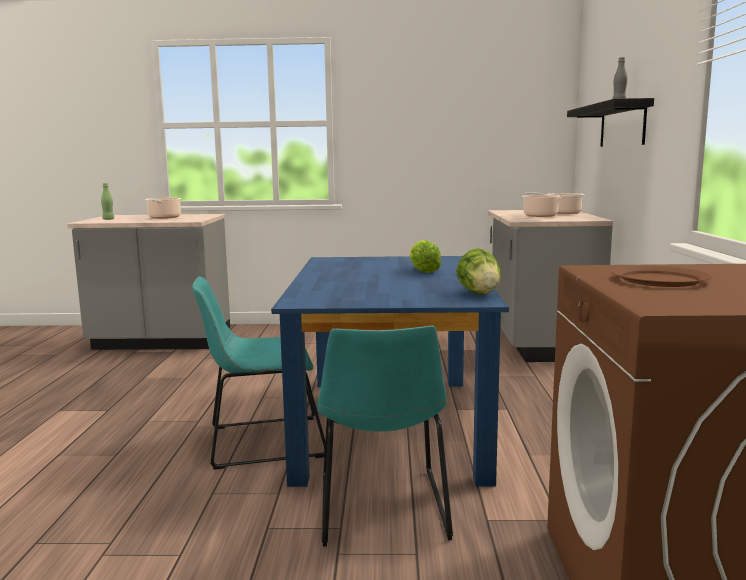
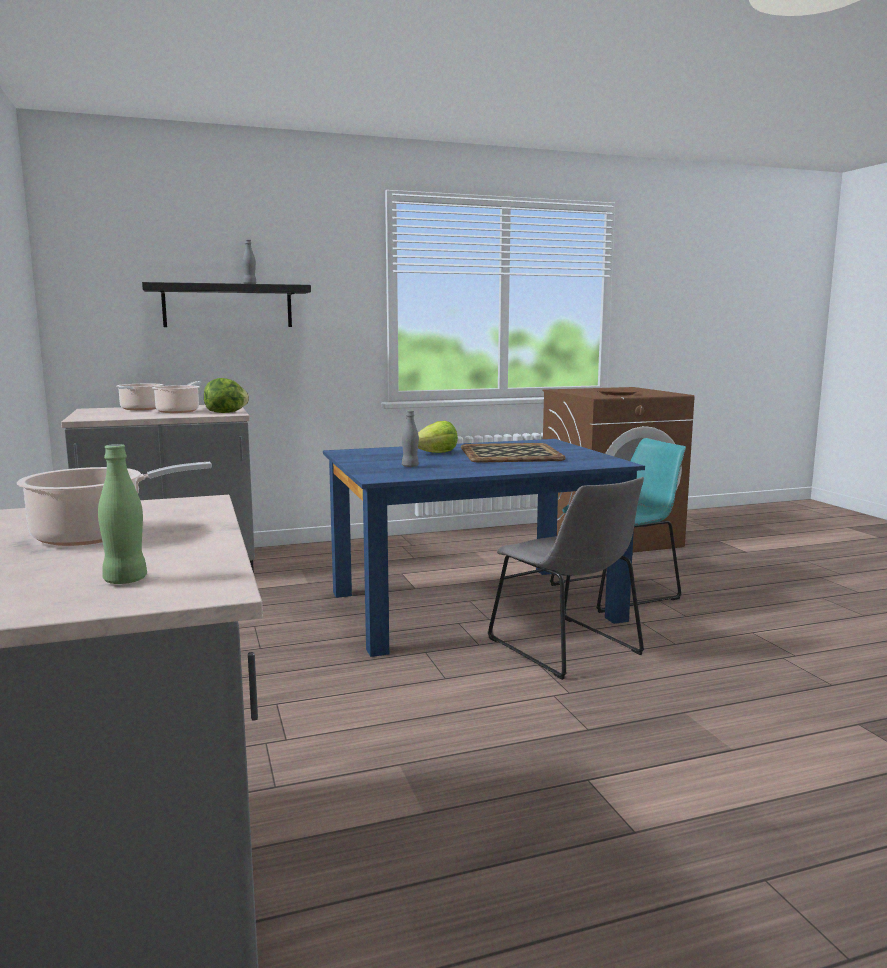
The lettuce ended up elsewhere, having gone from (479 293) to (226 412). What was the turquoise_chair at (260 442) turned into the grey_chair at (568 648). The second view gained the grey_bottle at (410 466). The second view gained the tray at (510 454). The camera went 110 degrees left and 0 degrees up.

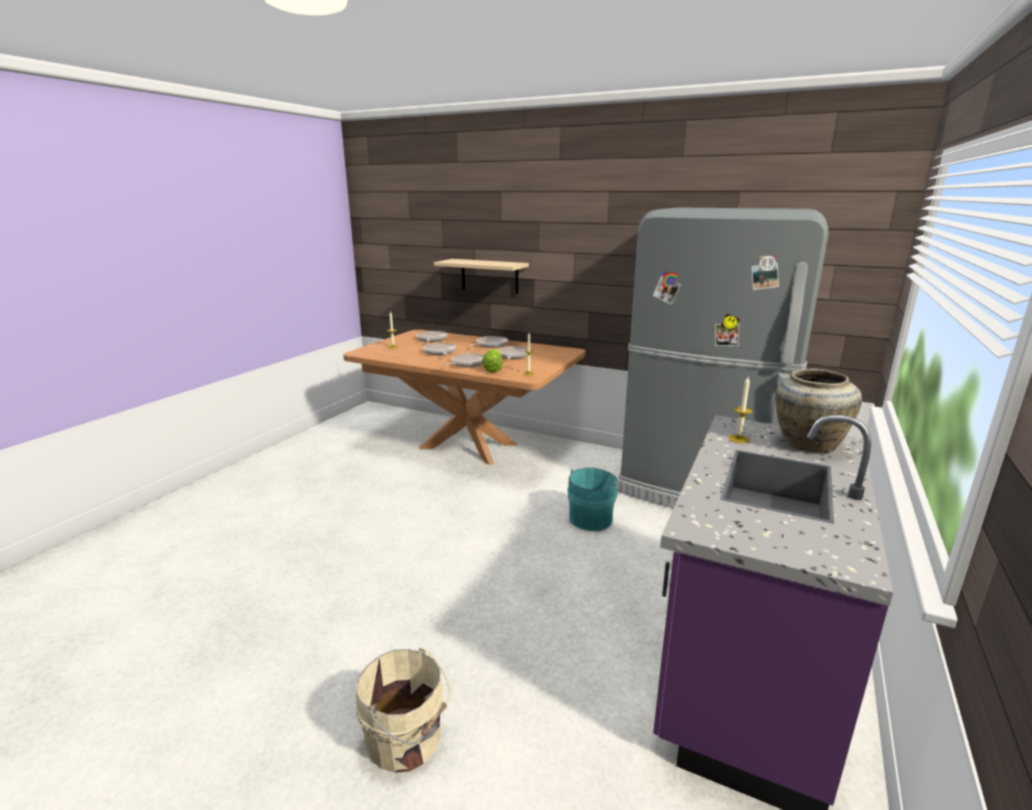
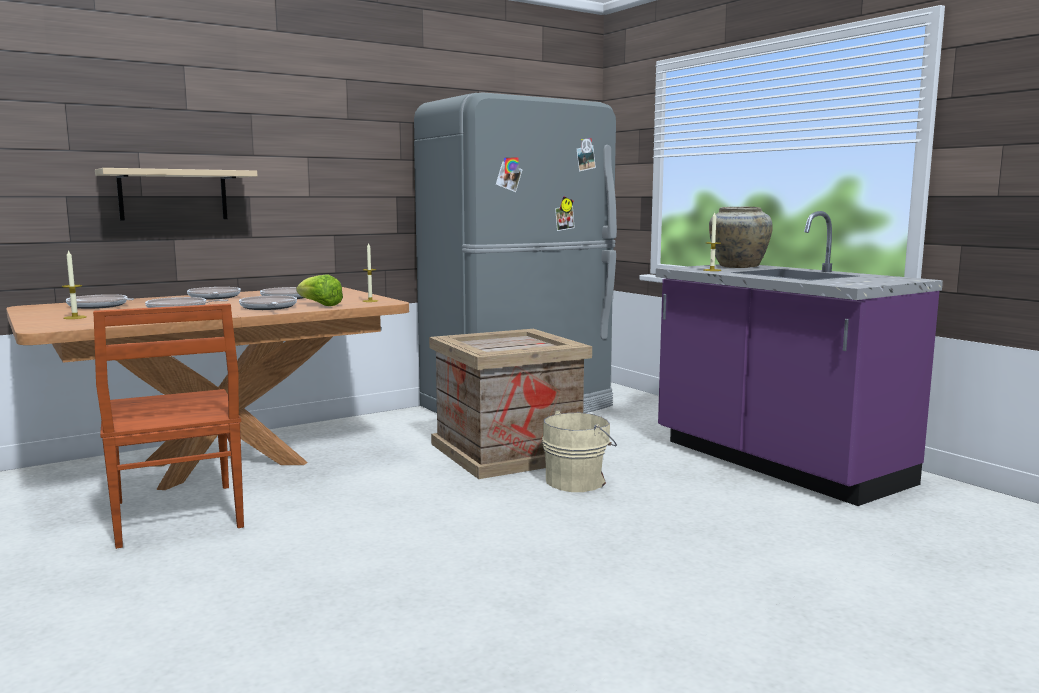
Where the turquoise_bucket stood at (592 518), the crate came to stand at (507 451). The beige_bucket ended up elsewhere, having gone from (406 740) to (578 481). The second view gained the brown_chair at (177 516). The camera went 60 degrees left and 10 degrees down.

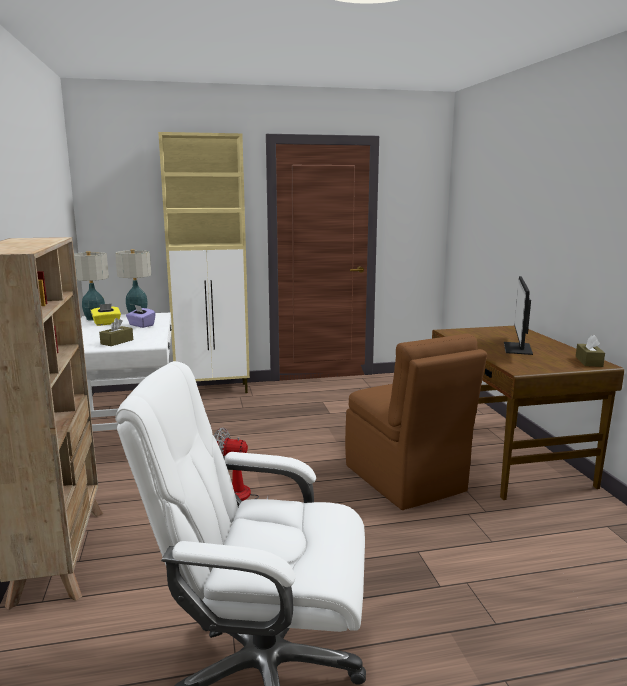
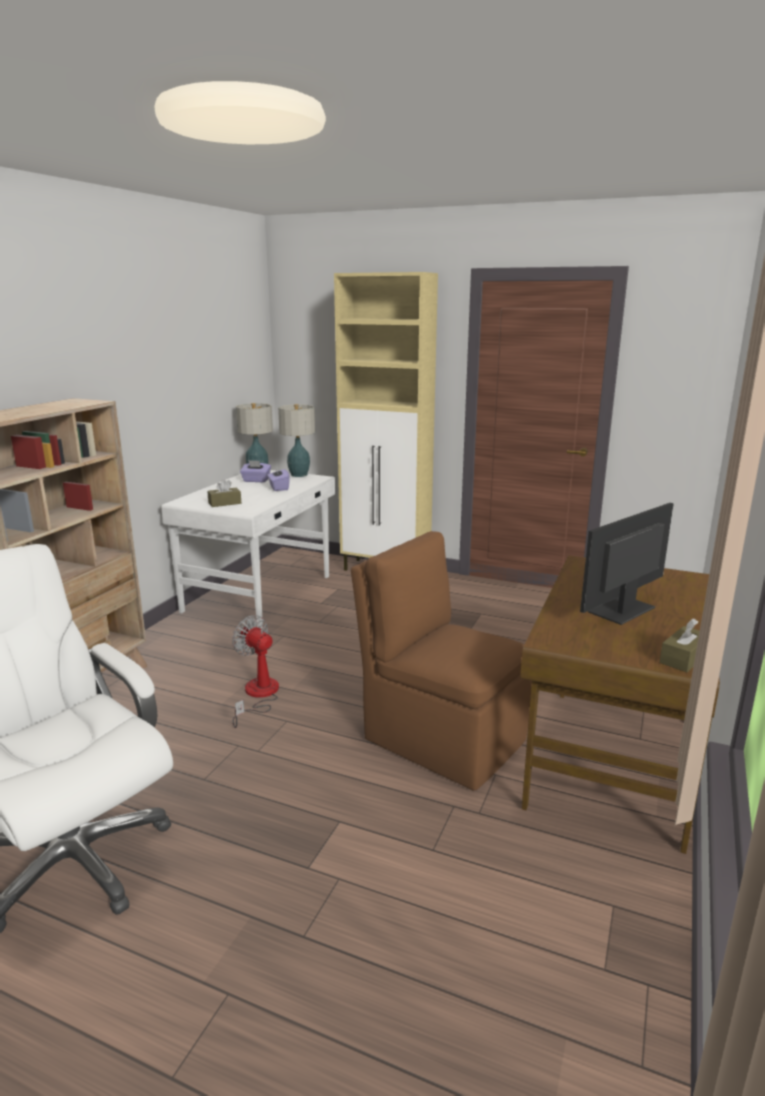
What was the yellow_tissue_box at (107 323) turned into the purple_tissue_box at (256 480). The brown_chair at (405 480) ended up facing another way, 120 degrees clockwise from before. The camera went 35 degrees right and 5 degrees up.

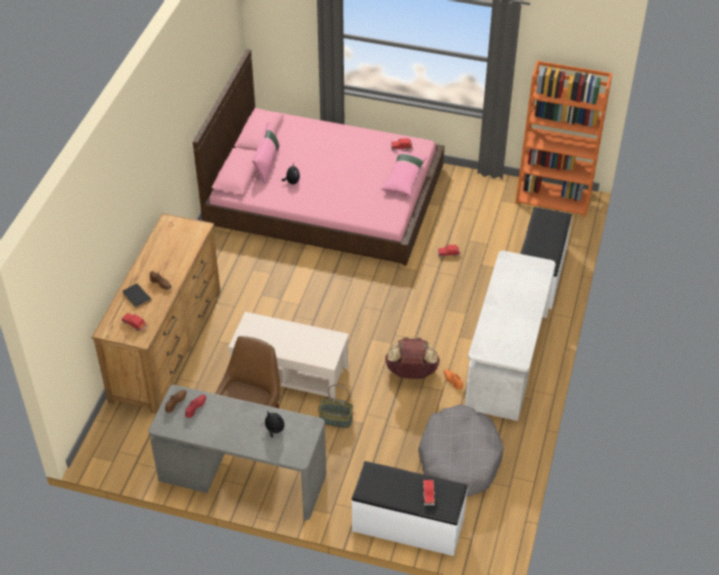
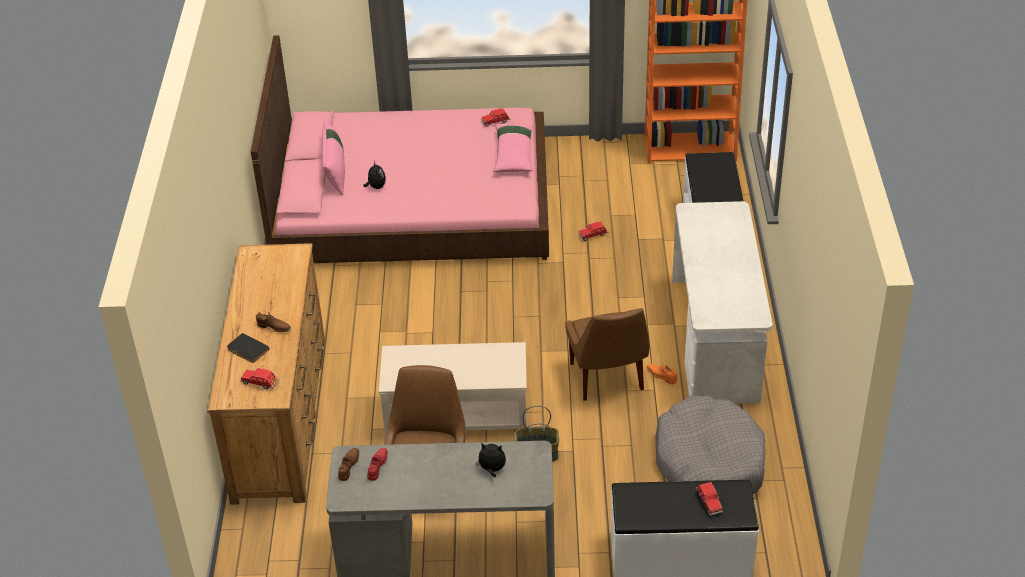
Where the brown_backpack stood at (411 373), the brown_chair came to stand at (607 379). The camera went 15 degrees left and 5 degrees down.

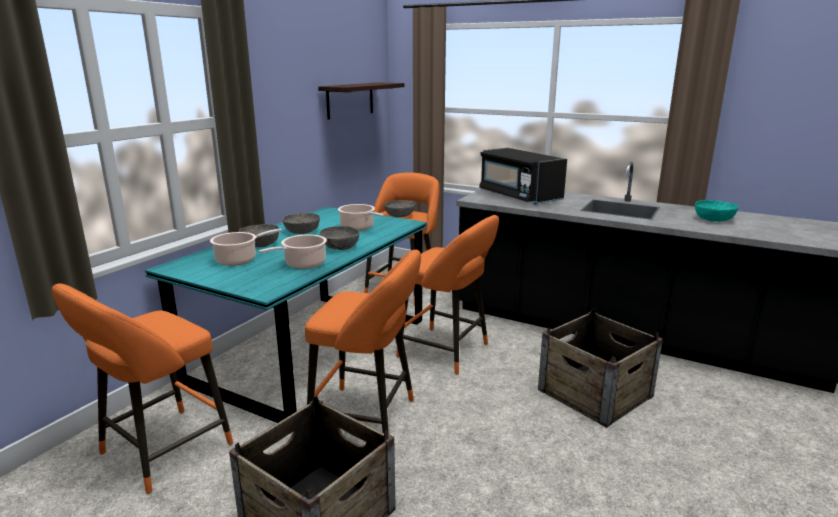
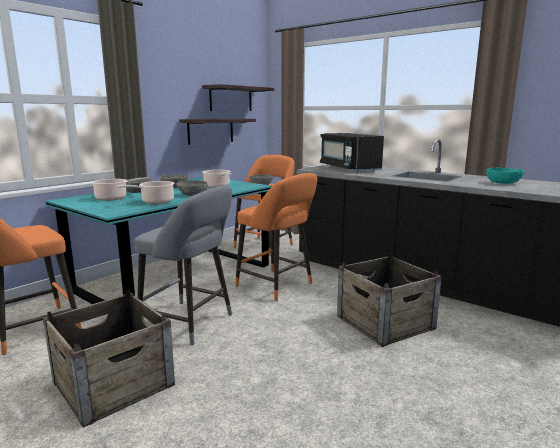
What was the orange_stool at (369 418) turned into the grey_stool at (190 323). The second view gained the shelf at (210 131). The camera went 10 degrees right and 5 degrees down.

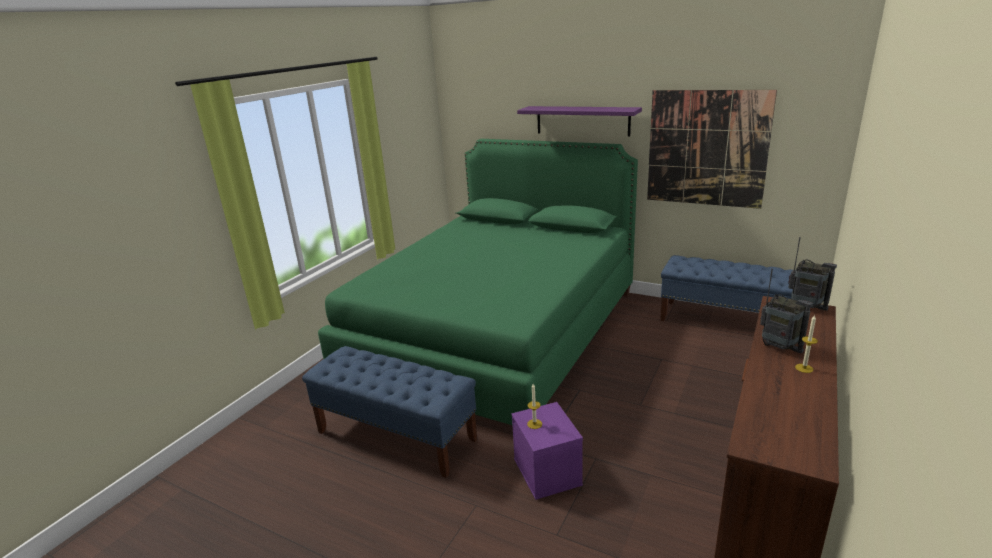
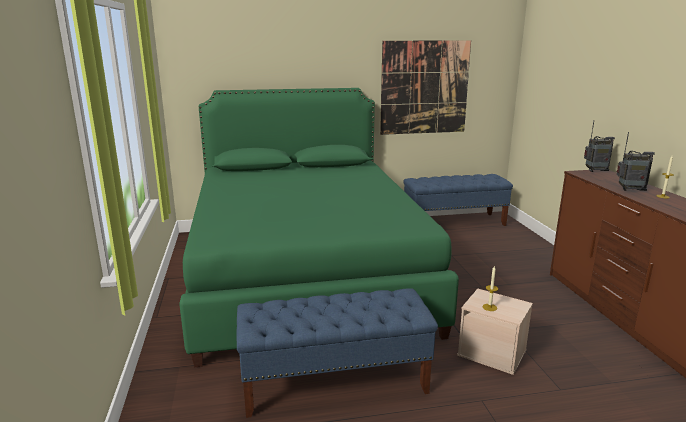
The second view lost the purple_shelf at (582 120). What was the purple_storage_box at (548 472) turned into the beige_storage_box at (493 353). The camera went 40 degrees left and 5 degrees down.

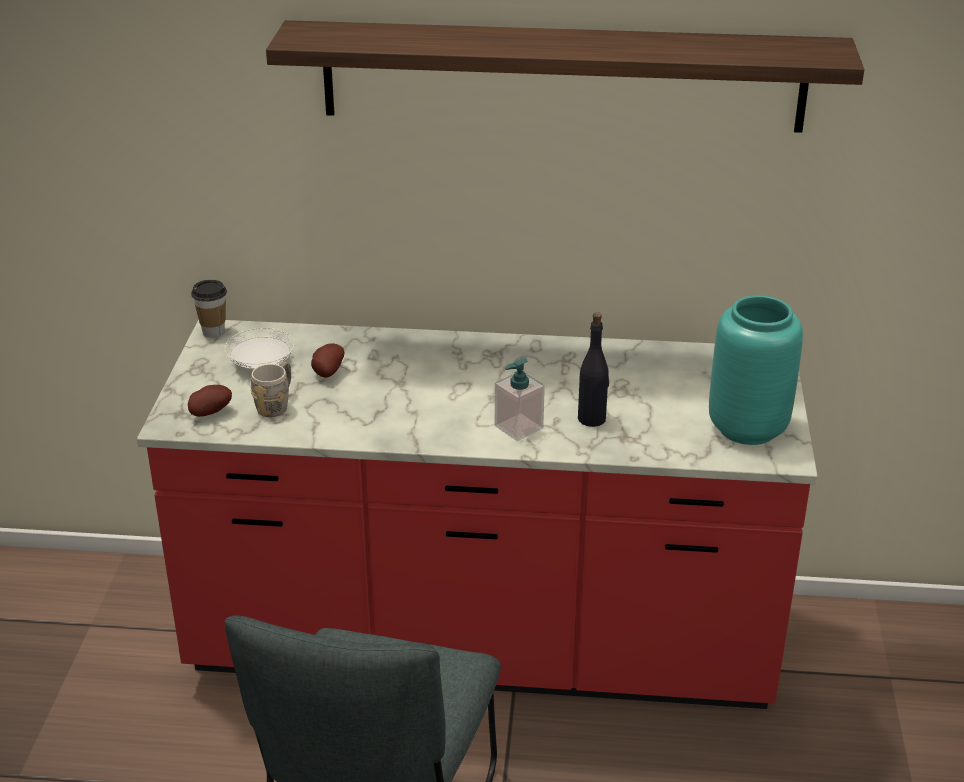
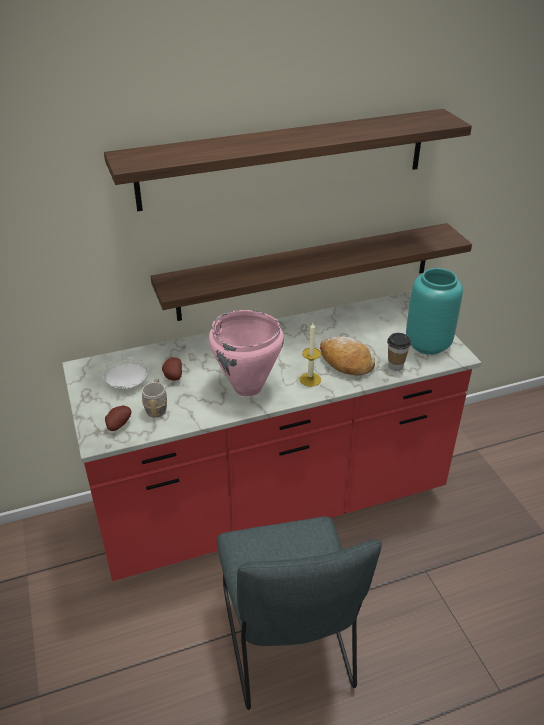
The cup ended up elsewhere, having gone from (213 332) to (395 366). Where the black_bottle stood at (592 419), the bread came to stand at (345 362). Where the soap_dispenser stood at (518 427), the candle came to stand at (310 379). The second view gained the shelf at (306 271). The second view gained the pink_cooking_pot at (248 388). The camera went 25 degrees left and 5 degrees up.

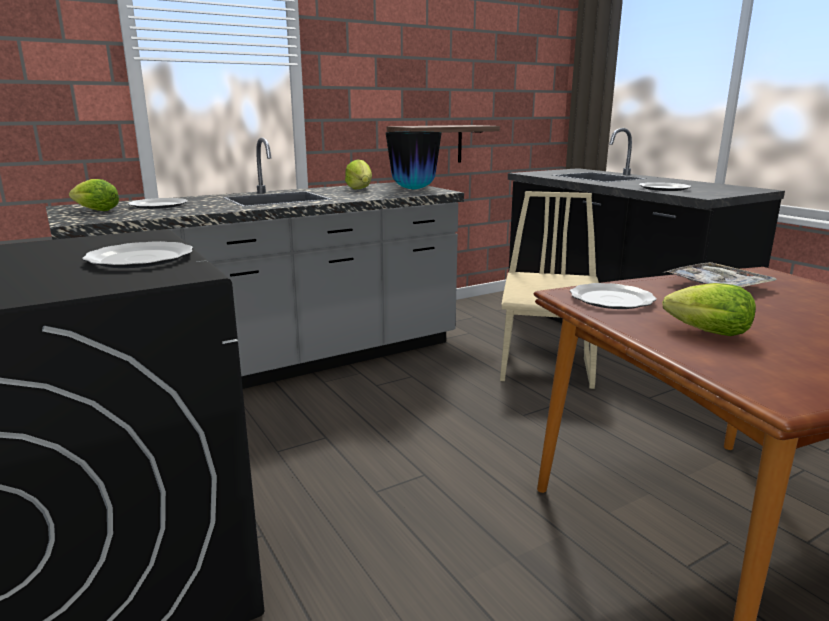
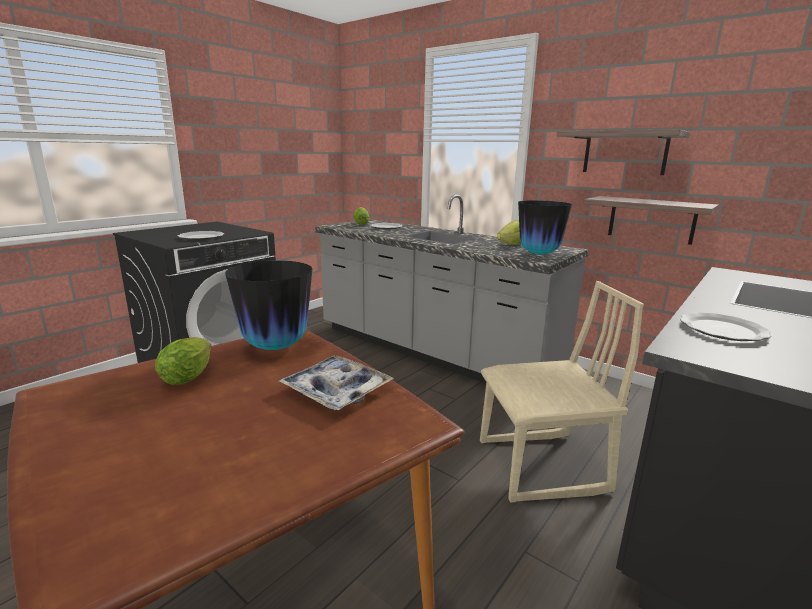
Where the plate stood at (610 300), the vase came to stand at (275 347). The second view gained the shelf at (624 153). The camera went 70 degrees right and 0 degrees up.

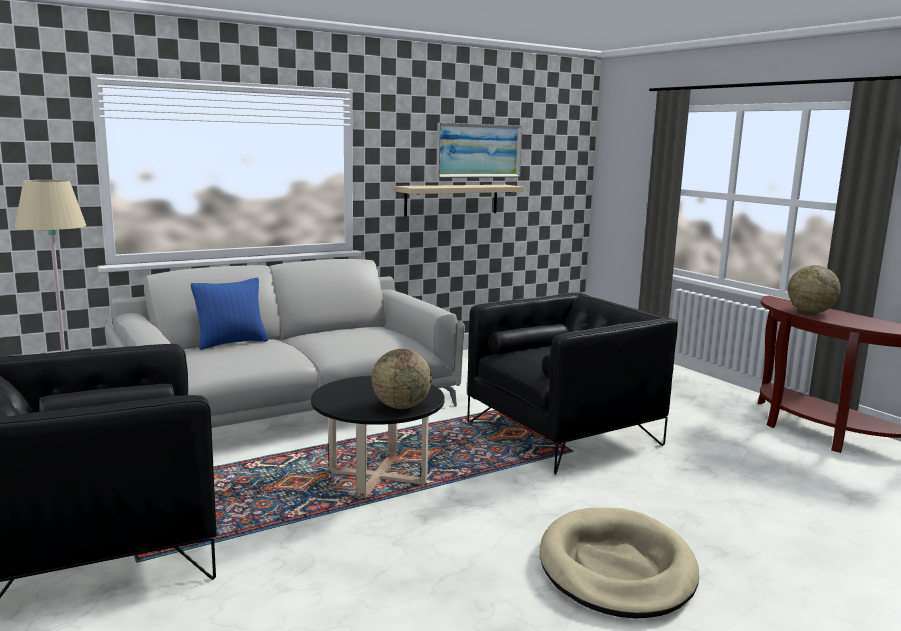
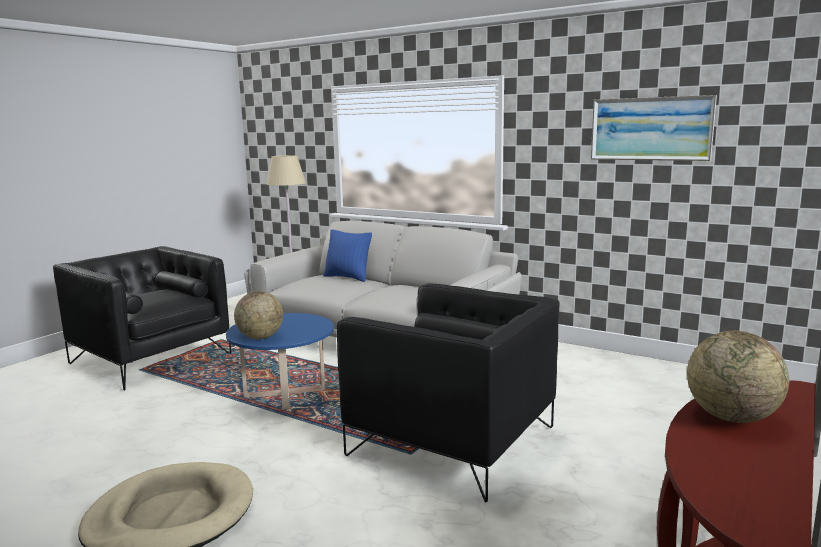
The second view lost the beige_shelf at (452 200). What was the black_coffee_table at (377 477) turned into the blue_coffee_table at (285 393). The camera went 65 degrees right and 0 degrees up.

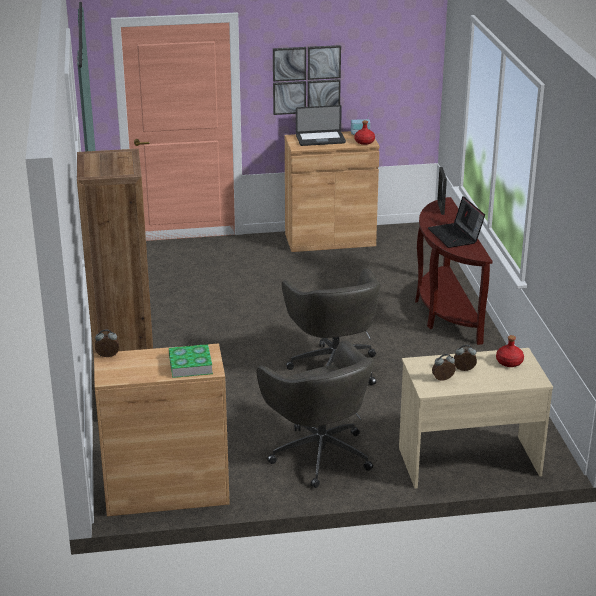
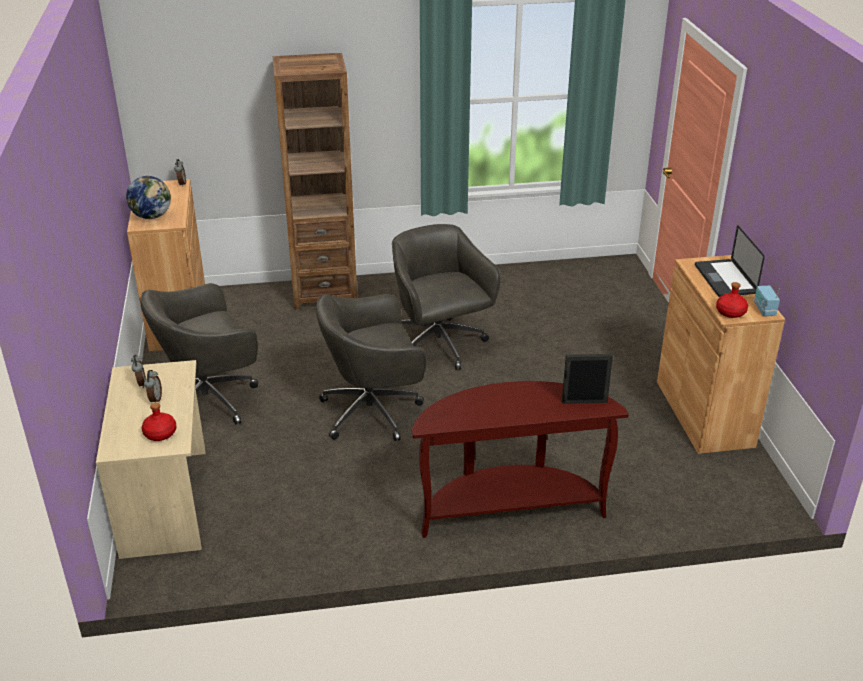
The second view lost the picture at (306 79). The second view lost the laptop at (455 236). Where the book stood at (190 365), the globe came to stand at (152 216). The second view gained the grey_office_chair at (439 346). The camera went 90 degrees right and 5 degrees up.

